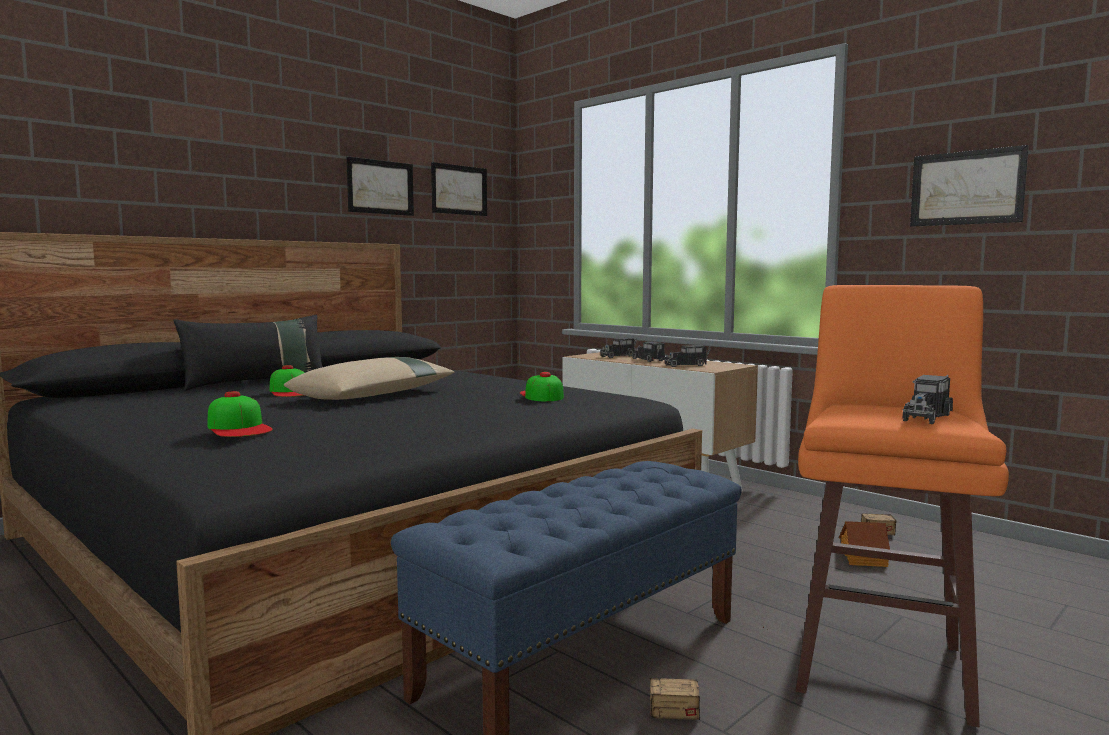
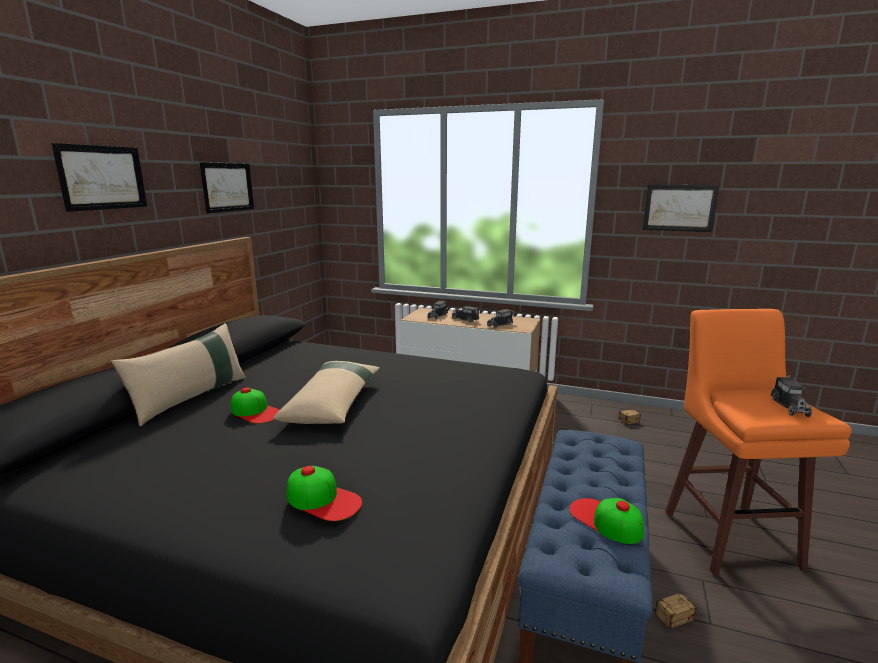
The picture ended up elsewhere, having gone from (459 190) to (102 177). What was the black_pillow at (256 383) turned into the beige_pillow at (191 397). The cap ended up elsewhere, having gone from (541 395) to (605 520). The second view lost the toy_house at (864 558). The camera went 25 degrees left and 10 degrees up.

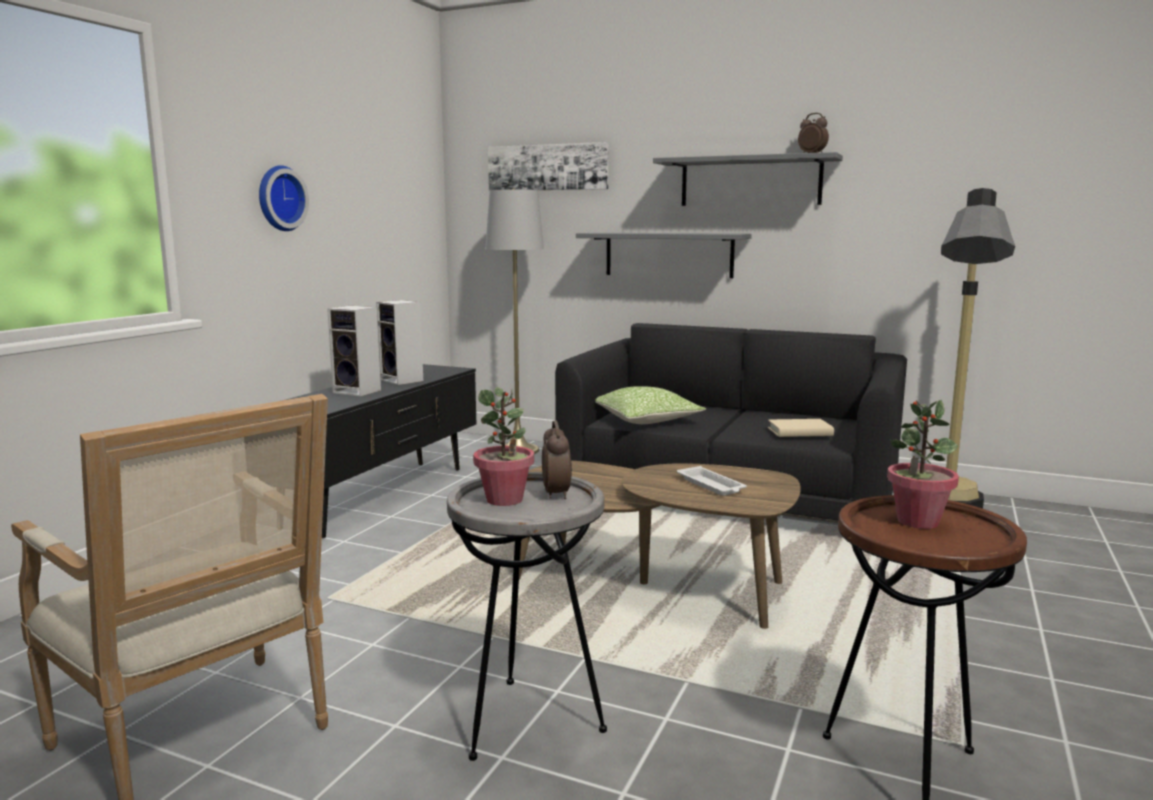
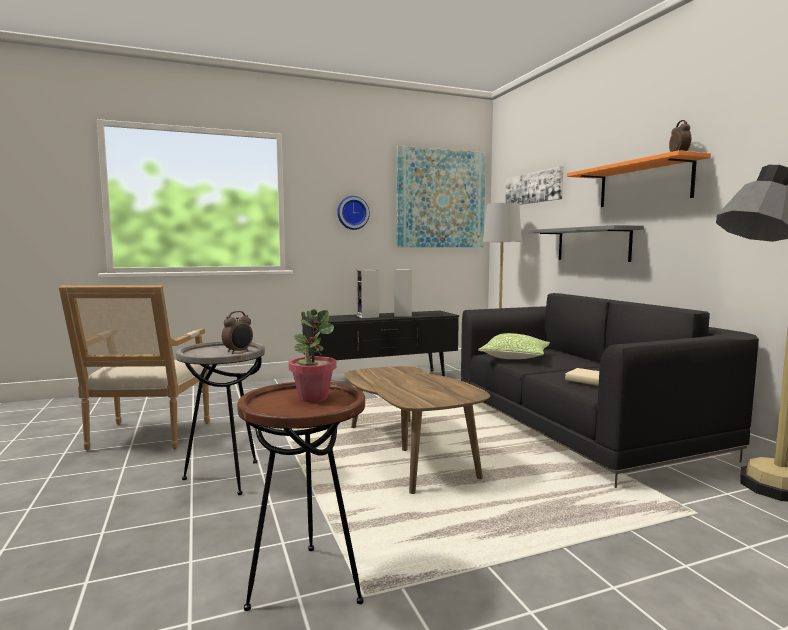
What was the grey_shelf at (750 182) turned into the orange_shelf at (644 184). The second view lost the potted_plant at (505 500). The second view lost the white_tray at (711 486). The second view gained the picture at (441 199). The camera went 45 degrees right and 5 degrees down.

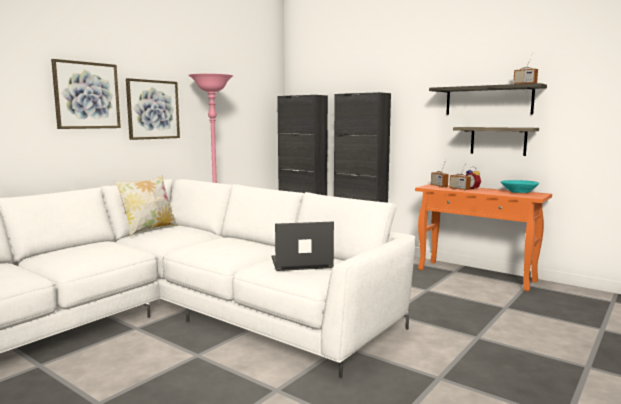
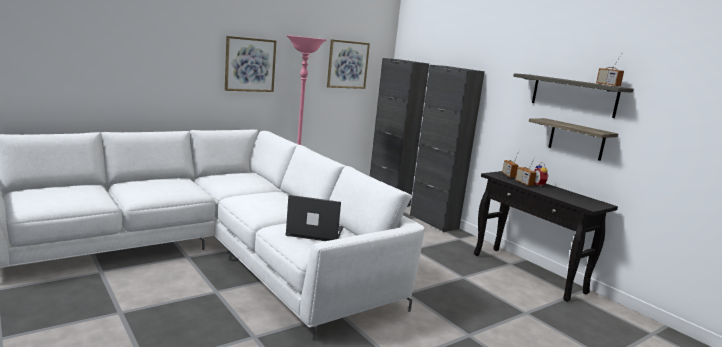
The picture ended up elsewhere, having gone from (87 95) to (347 64). The second view lost the pillow at (149 230). The second view lost the turquoise_bowl at (519 192). What was the orange_console_table at (476 275) turned into the black_console_table at (528 273). The camera went 15 degrees right and 5 degrees up.

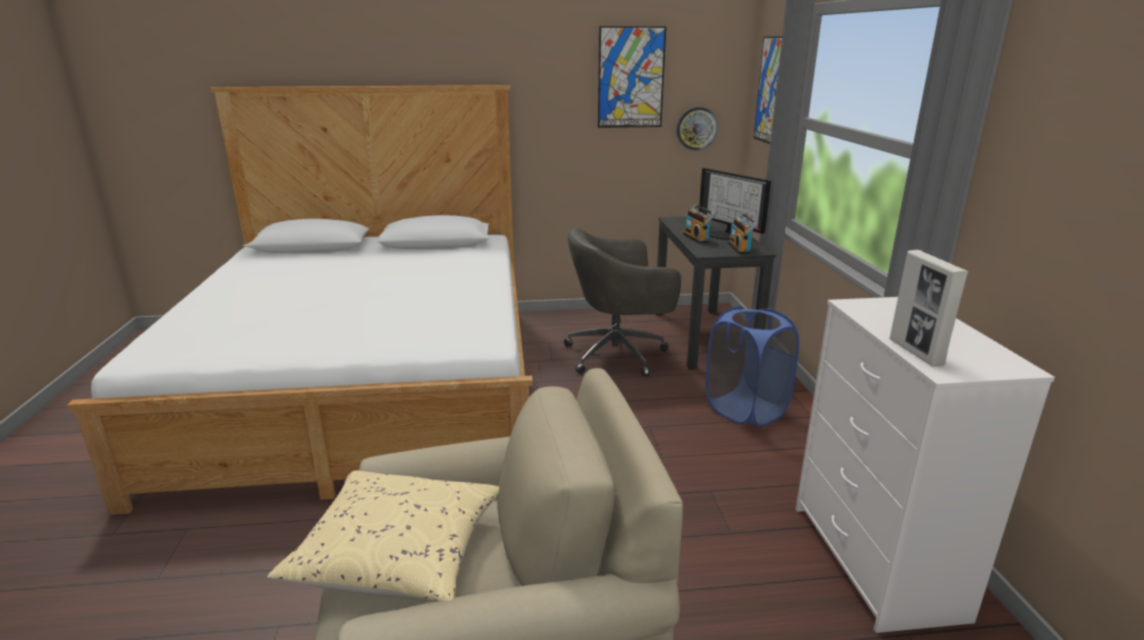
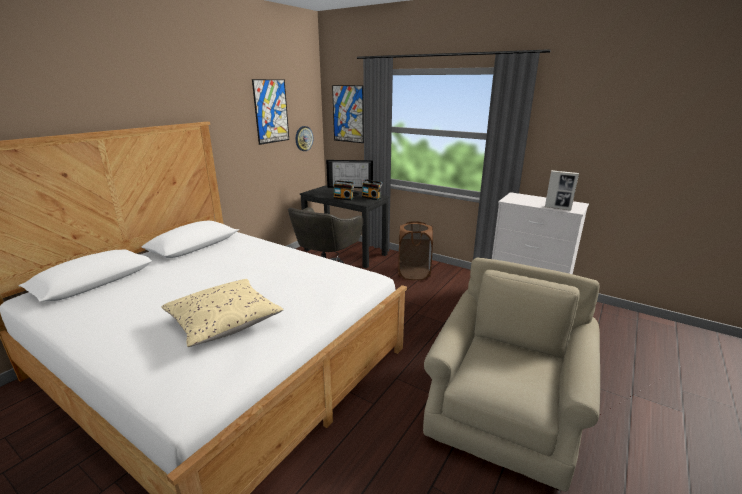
What was the blue_laundry_basket at (745 410) turned into the brown_laundry_basket at (413 273). The beige_pillow ended up elsewhere, having gone from (397 553) to (224 322). The camera went 50 degrees left and 0 degrees up.

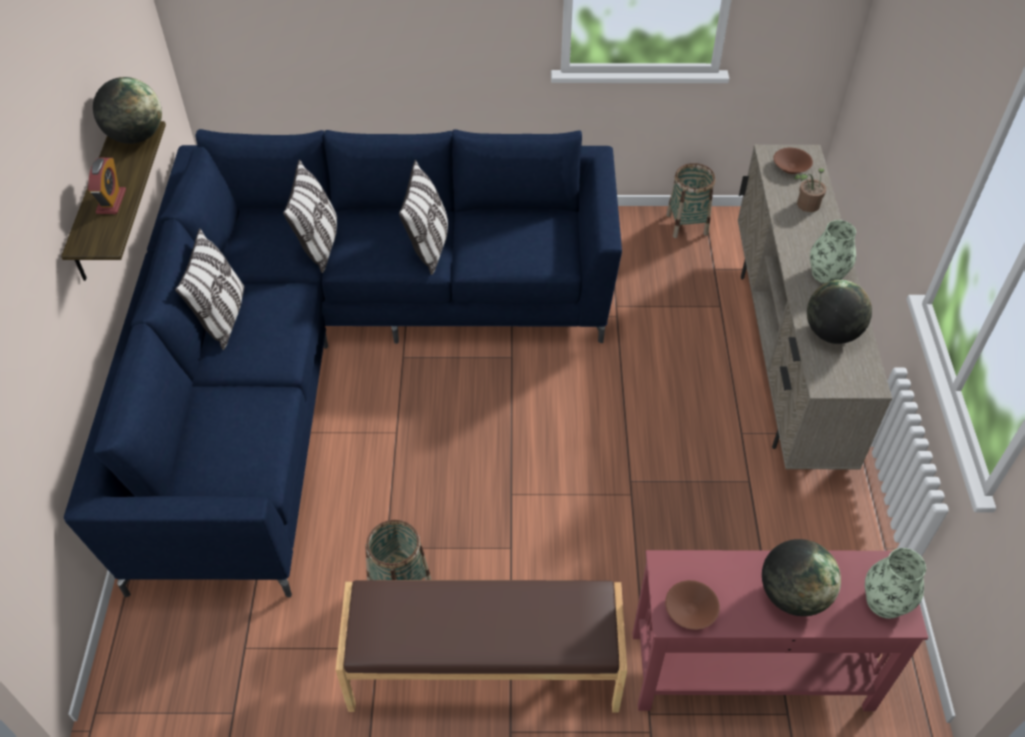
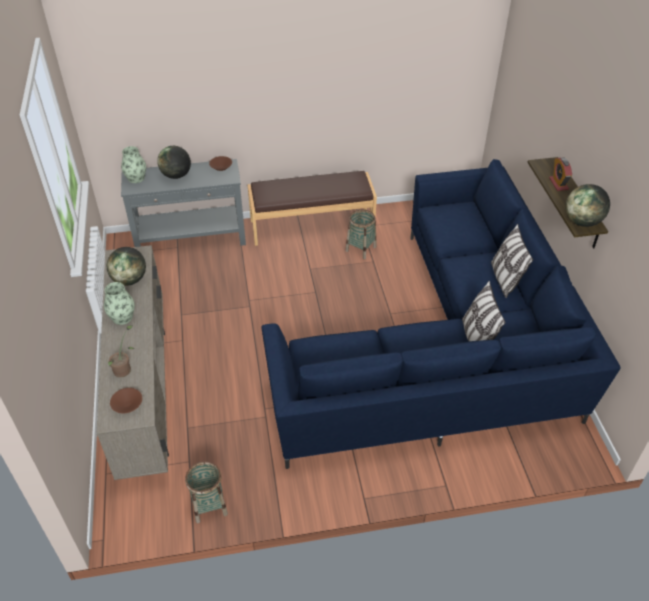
The second view lost the pillow at (428 246). What was the red_console_table at (749 670) turned into the grey_console_table at (191 239). The camera went 170 degrees right and 5 degrees down.

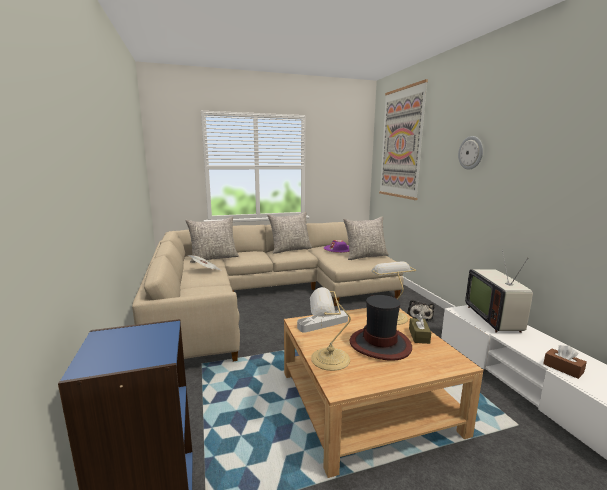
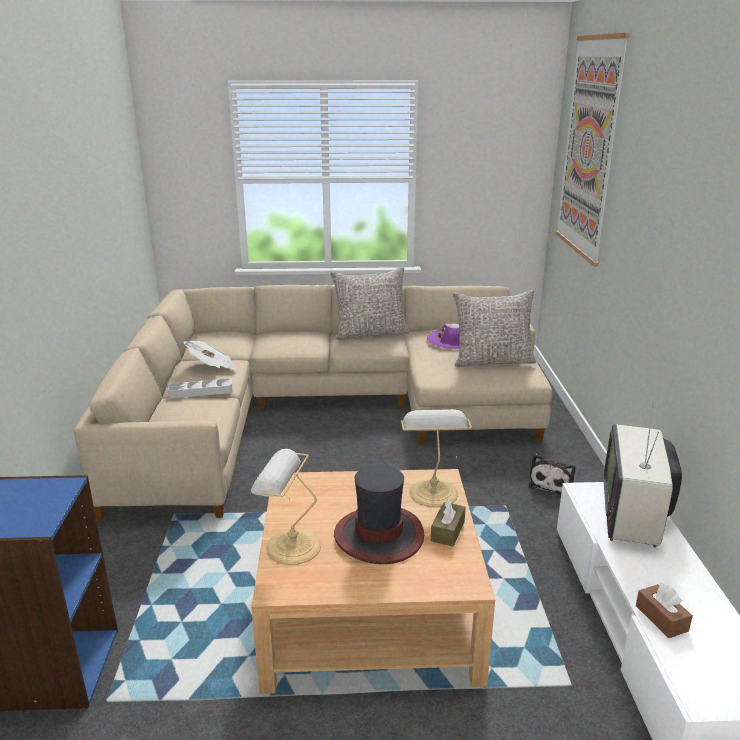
The second view lost the wall_clock at (471 153). The second view lost the grey_pillow at (214 258). The grey_tray ended up elsewhere, having gone from (323 324) to (201 392). The camera went 15 degrees right and 10 degrees up.

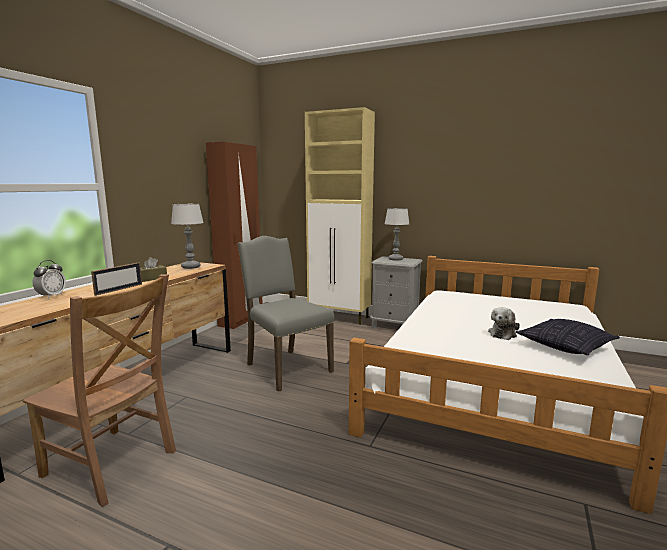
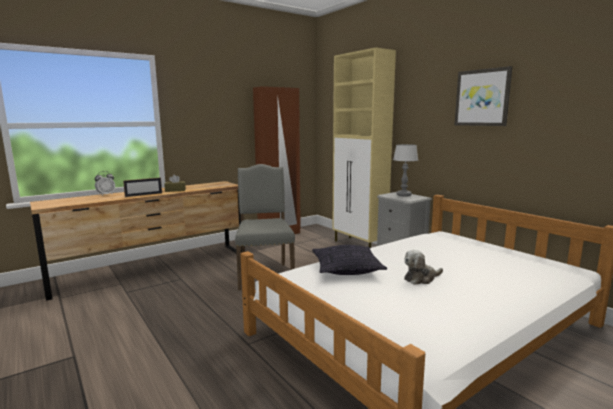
The second view lost the table_lamp at (191 267). The second view lost the brown_chair at (113 465). The pillow ended up elsewhere, having gone from (565 347) to (347 269). The second view gained the picture at (482 97). The camera went 30 degrees right and 0 degrees up.

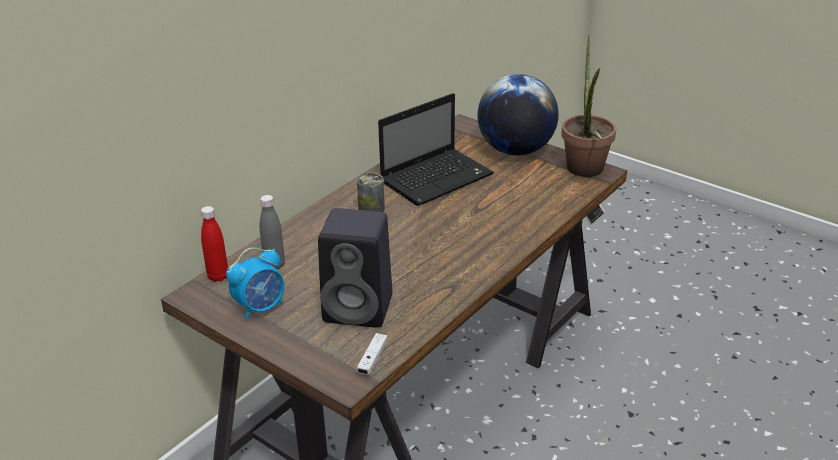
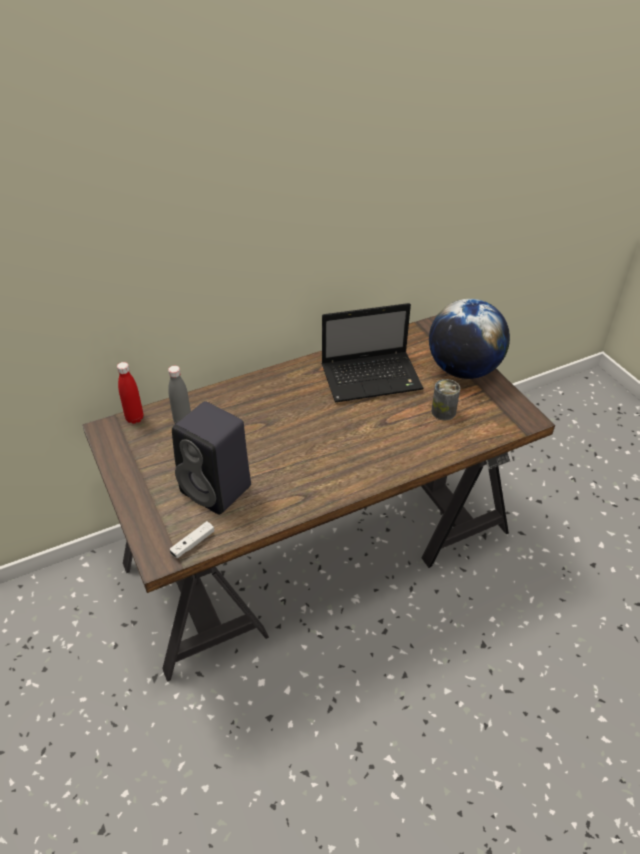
The second view lost the potted_plant at (584 172). The can ended up elsewhere, having gone from (371 209) to (443 412). The second view lost the alarm_clock at (261 307). The camera went 25 degrees right and 10 degrees up.

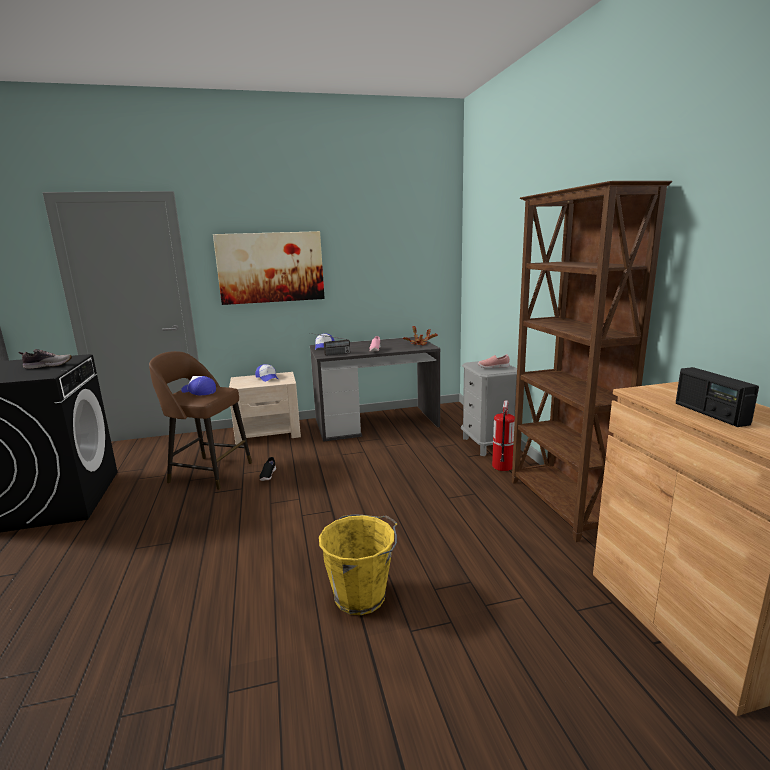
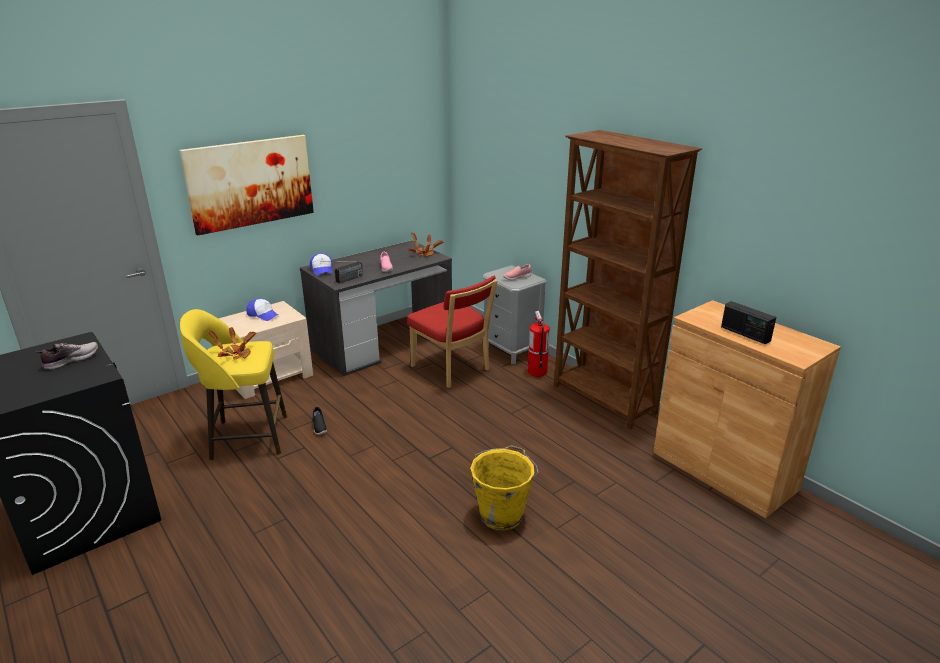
What was the brown_stool at (208 472) turned into the yellow_stool at (247 437). Where the cap stood at (198 391), the potted_plant came to stand at (235 353). The second view gained the red_chair at (452 369). The camera went 25 degrees left and 10 degrees up.

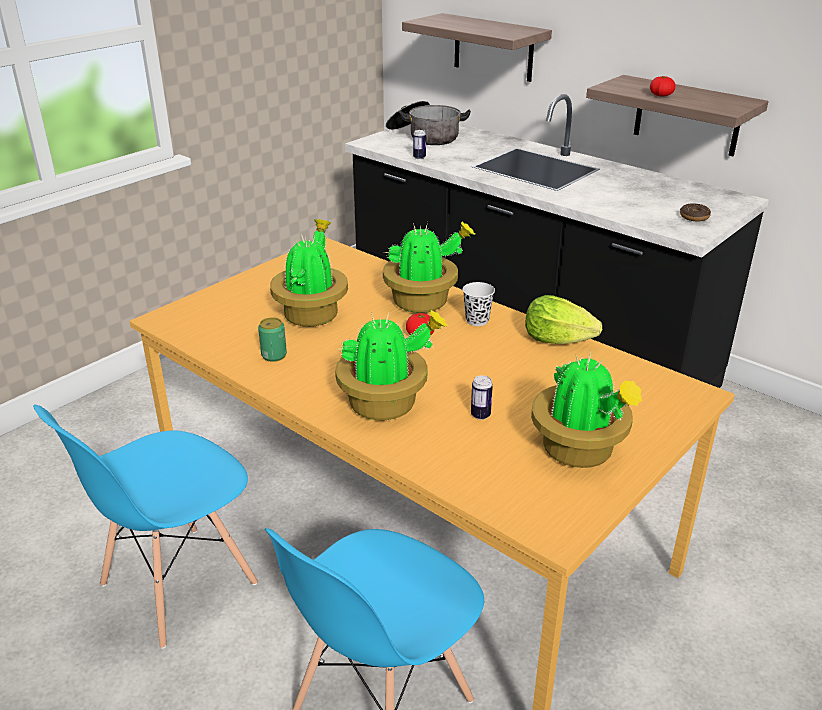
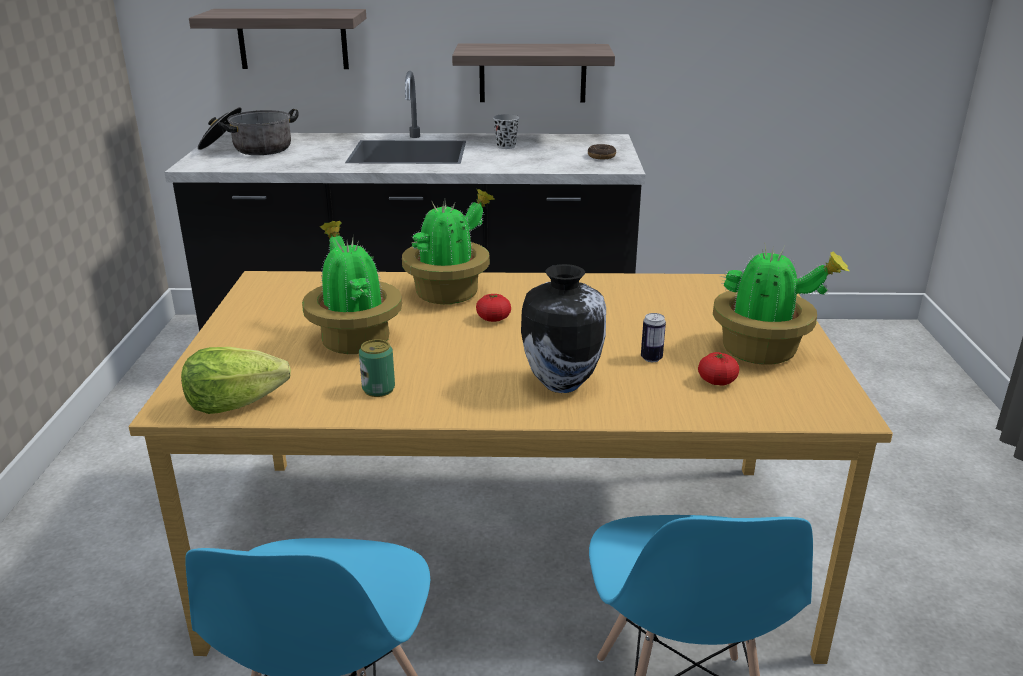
The tomato ended up elsewhere, having gone from (661 95) to (717 381). The second view lost the can at (419 157). The black_cup ended up elsewhere, having gone from (477 320) to (506 146). The lettuce ended up elsewhere, having gone from (557 340) to (234 404). Where the potted_plant stood at (386 404), the vase came to stand at (561 384). The camera went 40 degrees left and 5 degrees down.

